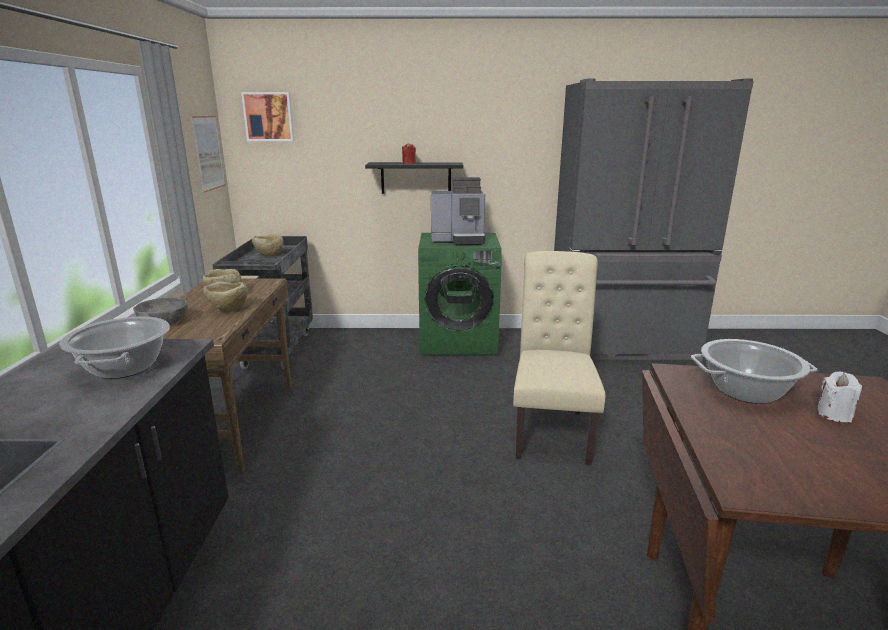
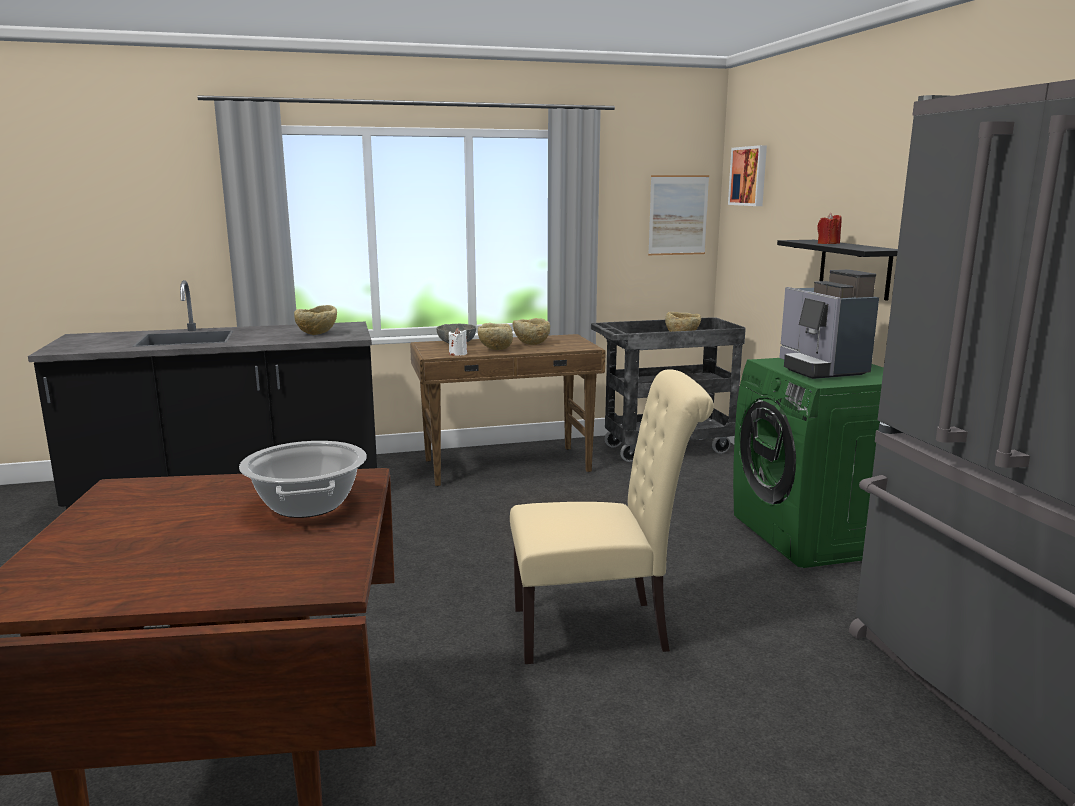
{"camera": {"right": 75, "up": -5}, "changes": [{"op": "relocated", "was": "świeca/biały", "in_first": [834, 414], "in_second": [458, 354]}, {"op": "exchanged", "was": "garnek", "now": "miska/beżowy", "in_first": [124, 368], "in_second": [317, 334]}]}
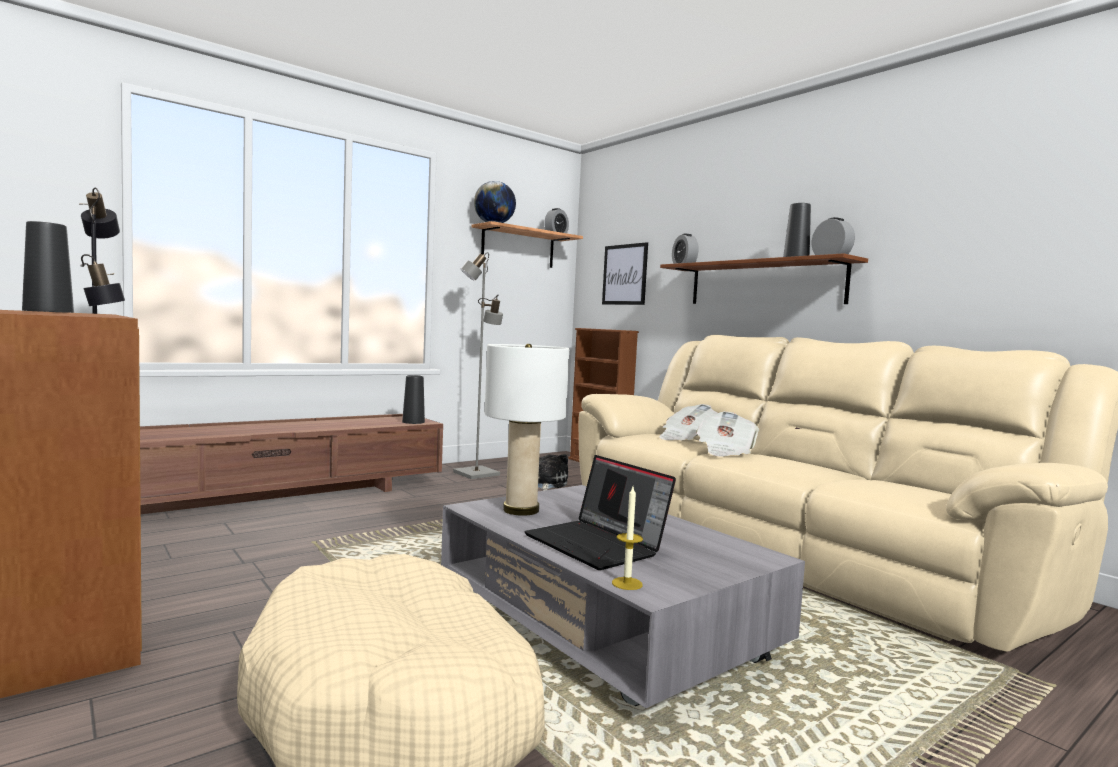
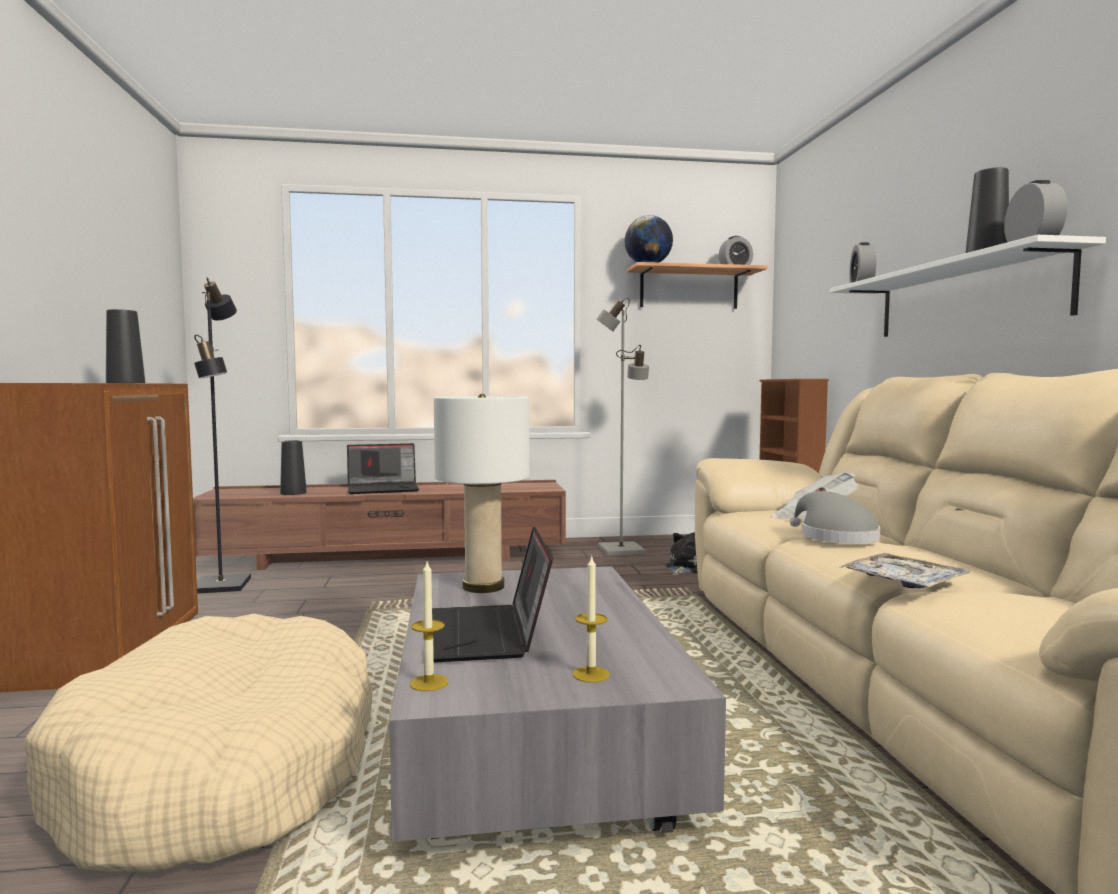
{"camera": {"right": 30, "up": 0}, "changes": [{"op": "missing", "was": "obraz", "in_first": [624, 274]}, {"op": "appeared", "now": "laptop", "in_second": [384, 489]}, {"op": "appeared", "now": "świeca", "in_second": [591, 674]}, {"op": "appeared", "now": "taca", "in_second": [904, 582]}, {"op": "relocated", "was": "wazon/czarny", "in_first": [413, 422], "in_second": [293, 493]}, {"op": "exchanged", "was": "gazeta", "now": "kapelusz/szary", "in_first": [725, 451], "in_second": [833, 537]}, {"op": "colour", "was": "półka/brązowy", "now": "półka/biały", "in_first": [764, 283], "in_second": [965, 298]}]}
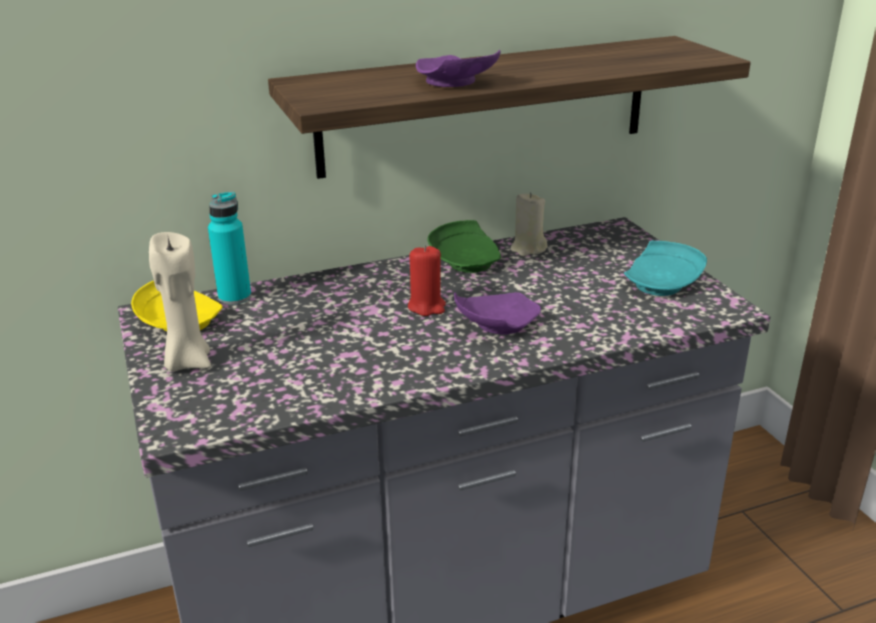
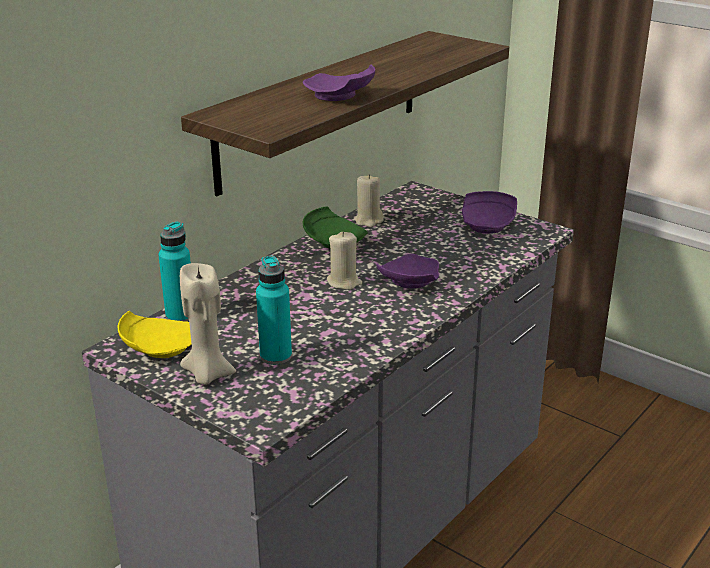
{"camera": {"right": -30, "up": 0}, "changes": [{"op": "appeared", "now": "butelka/turkusowy", "in_second": [276, 356]}, {"op": "colour", "was": "świeca/czerwony", "now": "świeca/beżowy", "in_first": [427, 306], "in_second": [344, 282]}, {"op": "colour", "was": "talerz/turkusowy", "now": "talerz/fioletowy", "in_first": [662, 284], "in_second": [488, 224]}]}
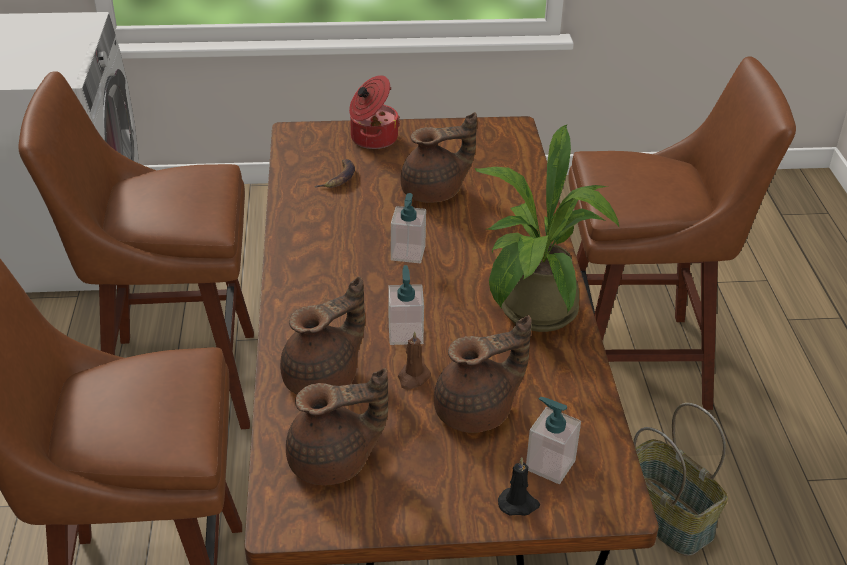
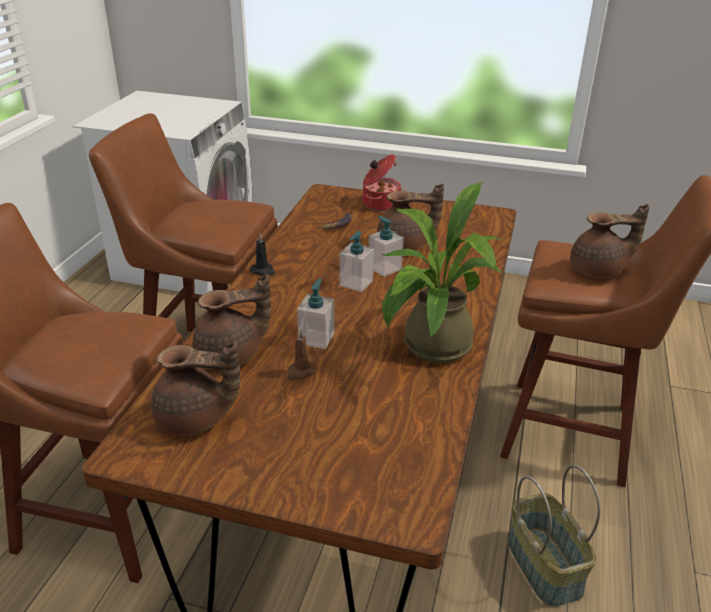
{"camera": {"right": 20, "up": -5}, "changes": [{"op": "relocated", "was": "imbryk/brązowy", "in_first": [477, 412], "in_second": [598, 270]}, {"op": "relocated", "was": "świeca/czarny", "in_first": [518, 504], "in_second": [263, 271]}, {"op": "relocated", "was": "dozownik mydła", "in_first": [550, 465], "in_second": [384, 268]}]}
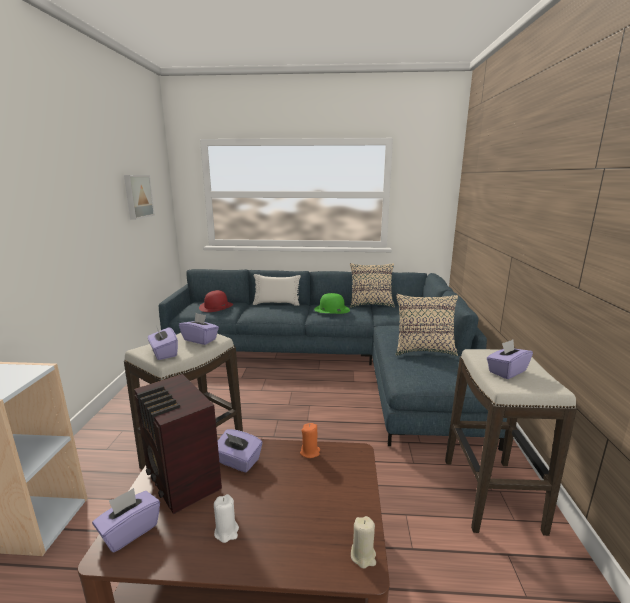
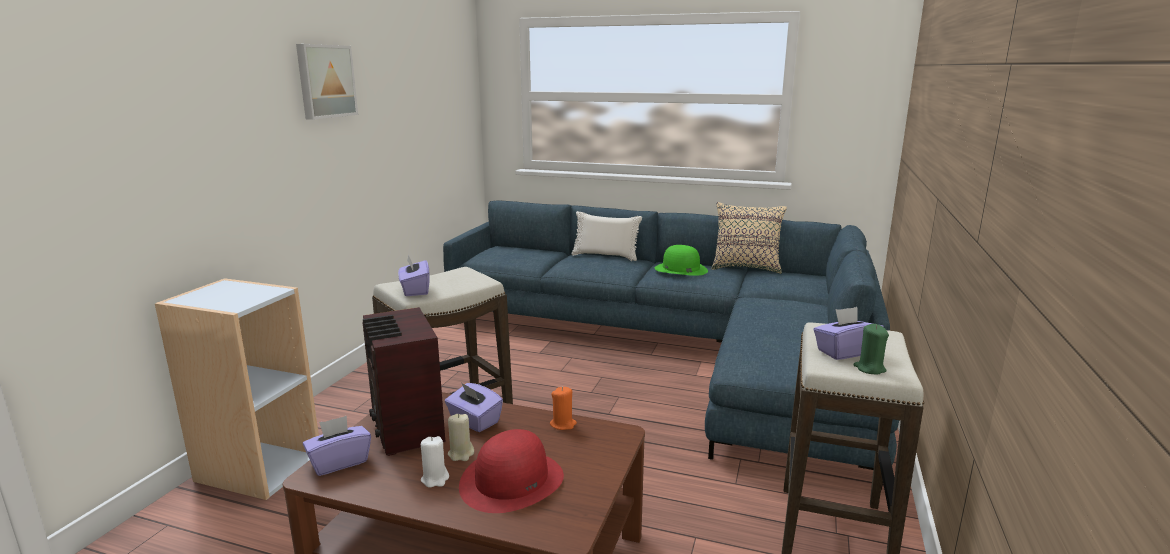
{"camera": {"right": 15, "up": 0}, "changes": [{"op": "missing", "was": "pudełko chusteczek/fioletowy", "in_first": [200, 339]}, {"op": "missing", "was": "poduszka/beżowy", "in_first": [424, 351]}, {"op": "appeared", "now": "świeca/zielony", "in_second": [869, 368]}, {"op": "relocated", "was": "obraz", "in_first": [137, 196], "in_second": [325, 81]}, {"op": "relocated", "was": "kapelusz/czerwony", "in_first": [216, 306], "in_second": [512, 480]}, {"op": "relocated", "was": "świeca/beżowy", "in_first": [363, 555], "in_second": [461, 454]}]}
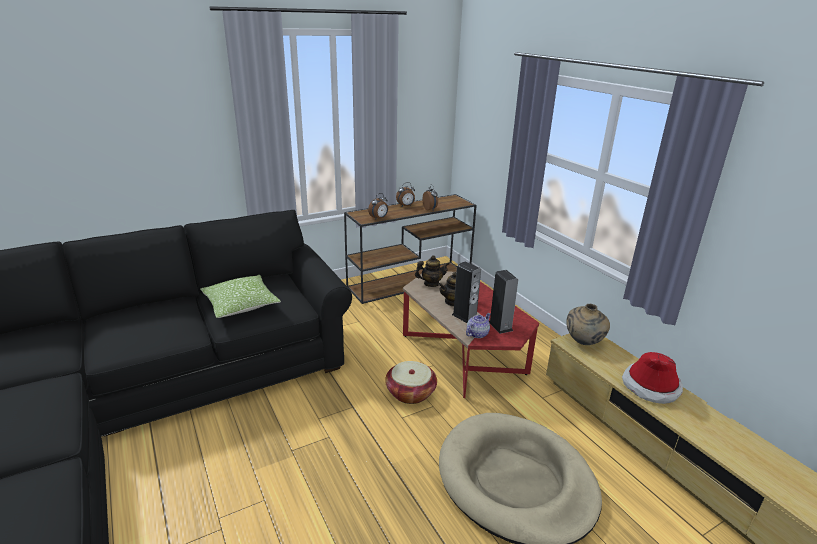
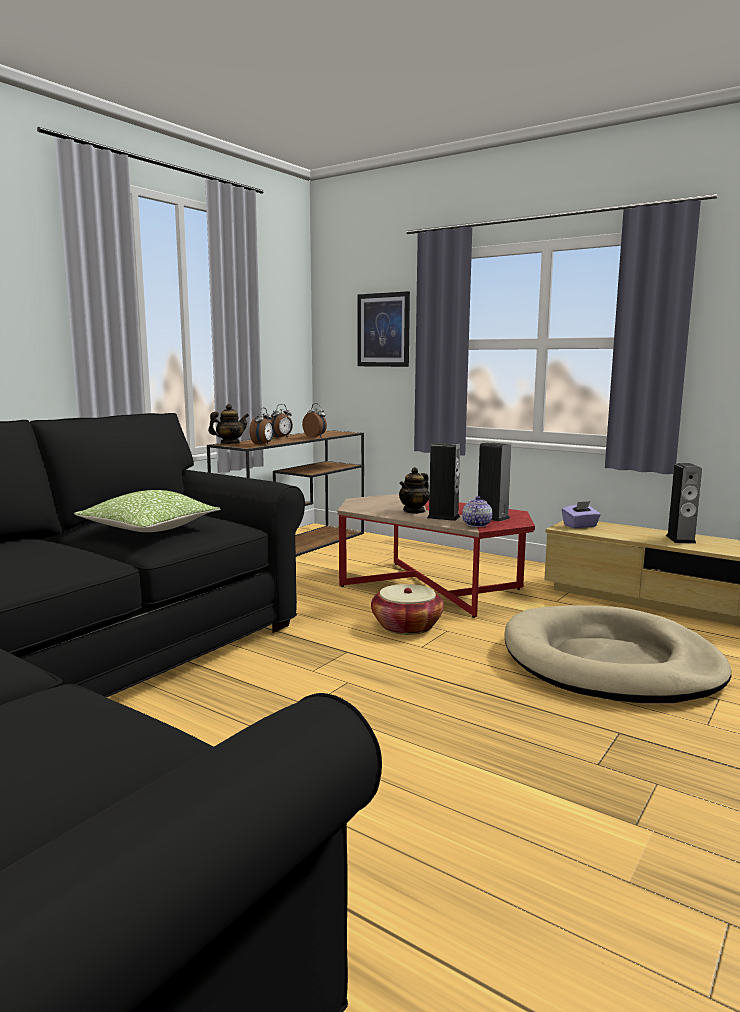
{"camera": {"right": -25, "up": -15}, "changes": [{"op": "appeared", "now": "obraz", "in_second": [383, 330]}, {"op": "relocated", "was": "imbryk", "in_first": [431, 284], "in_second": [229, 443]}, {"op": "exchanged", "was": "wazon/beżowy", "now": "pudełko chusteczek/fioletowy", "in_first": [583, 343], "in_second": [580, 526]}, {"op": "exchanged", "was": "kapelusz", "now": "głośnik", "in_first": [650, 386], "in_second": [680, 539]}]}
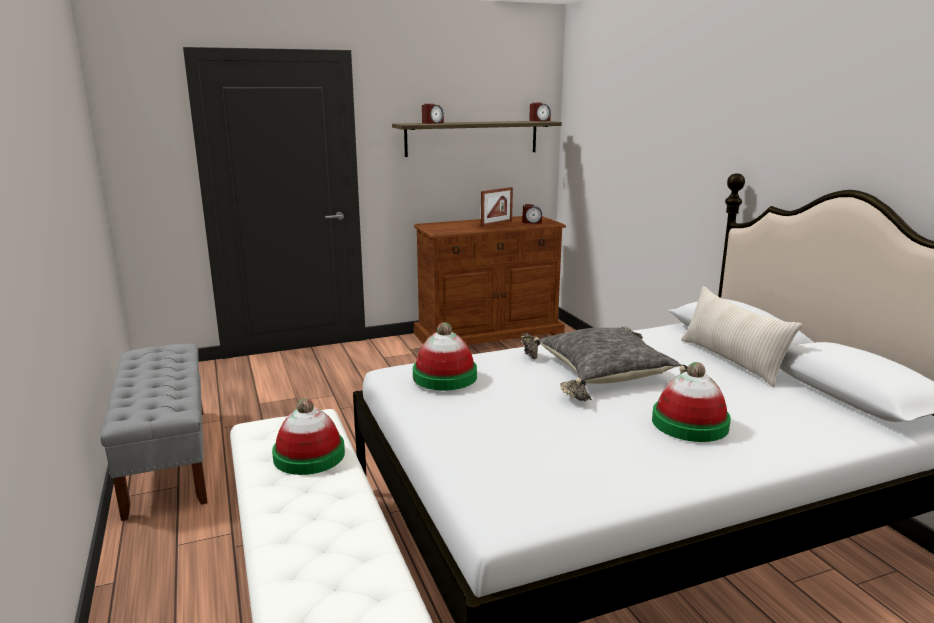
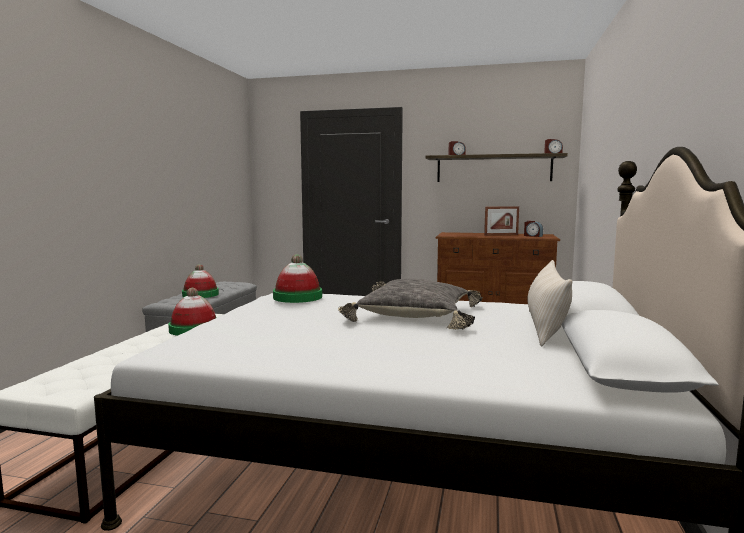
{"camera": {"right": 35, "up": -10}, "changes": [{"op": "relocated", "was": "kapelusz", "in_first": [690, 423], "in_second": [200, 294]}]}
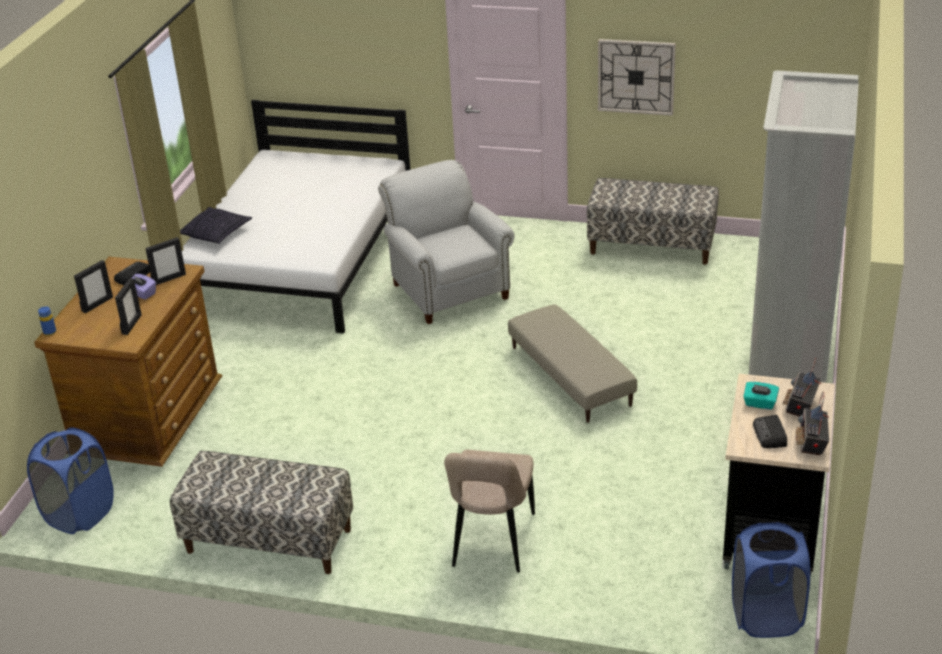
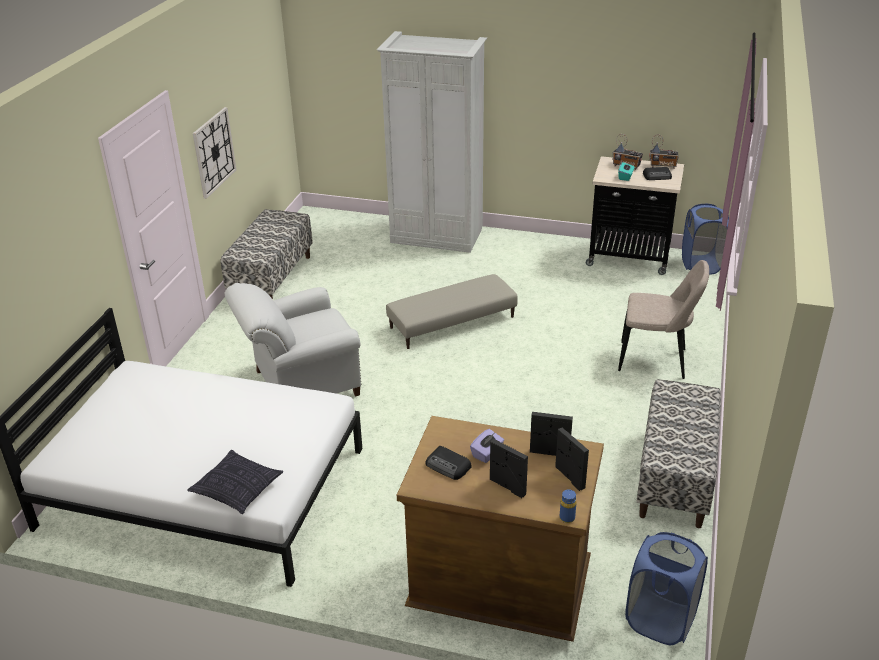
{"camera": {"right": -90, "up": 0}, "changes": [{"op": "relocated", "was": "ramka na zdjęcie", "in_first": [169, 278], "in_second": [569, 477]}]}
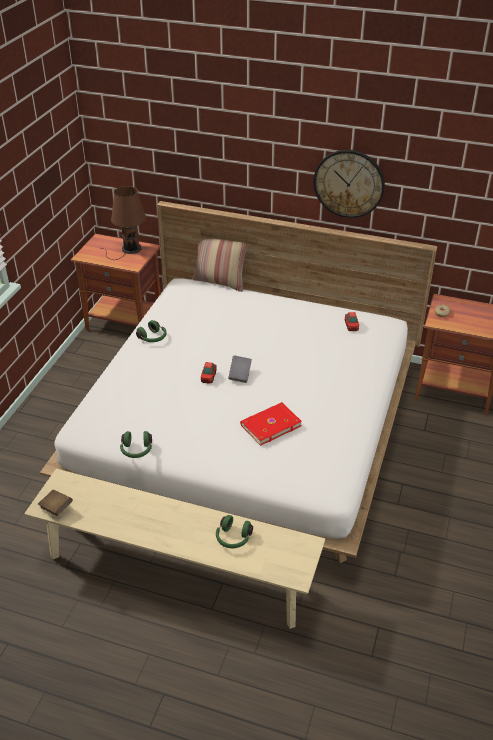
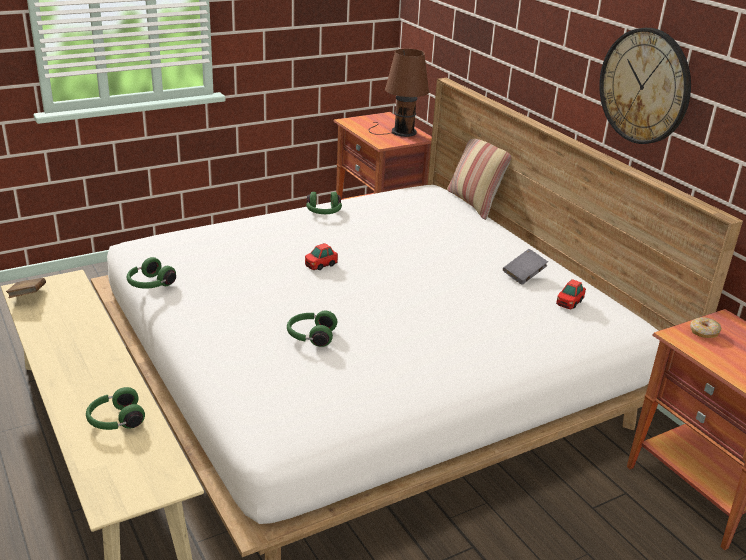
{"camera": {"right": 40, "up": -10}, "changes": [{"op": "relocated", "was": "książka/szary", "in_first": [240, 374], "in_second": [524, 275]}, {"op": "exchanged", "was": "książka/czerwony", "now": "słuchawki/zielony", "in_first": [270, 425], "in_second": [310, 336]}]}
